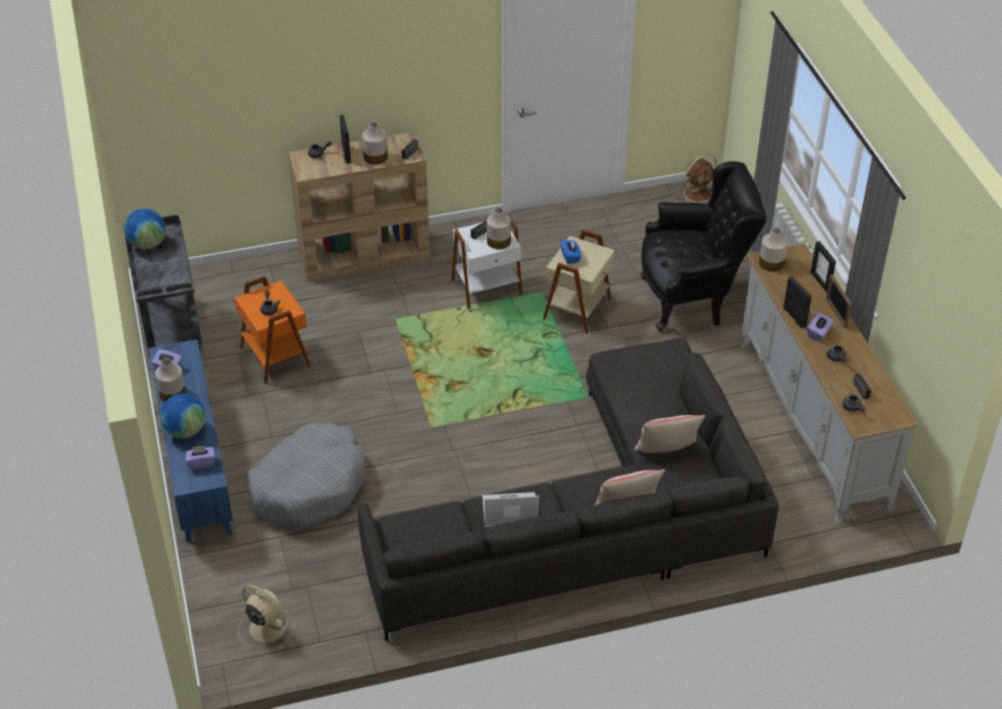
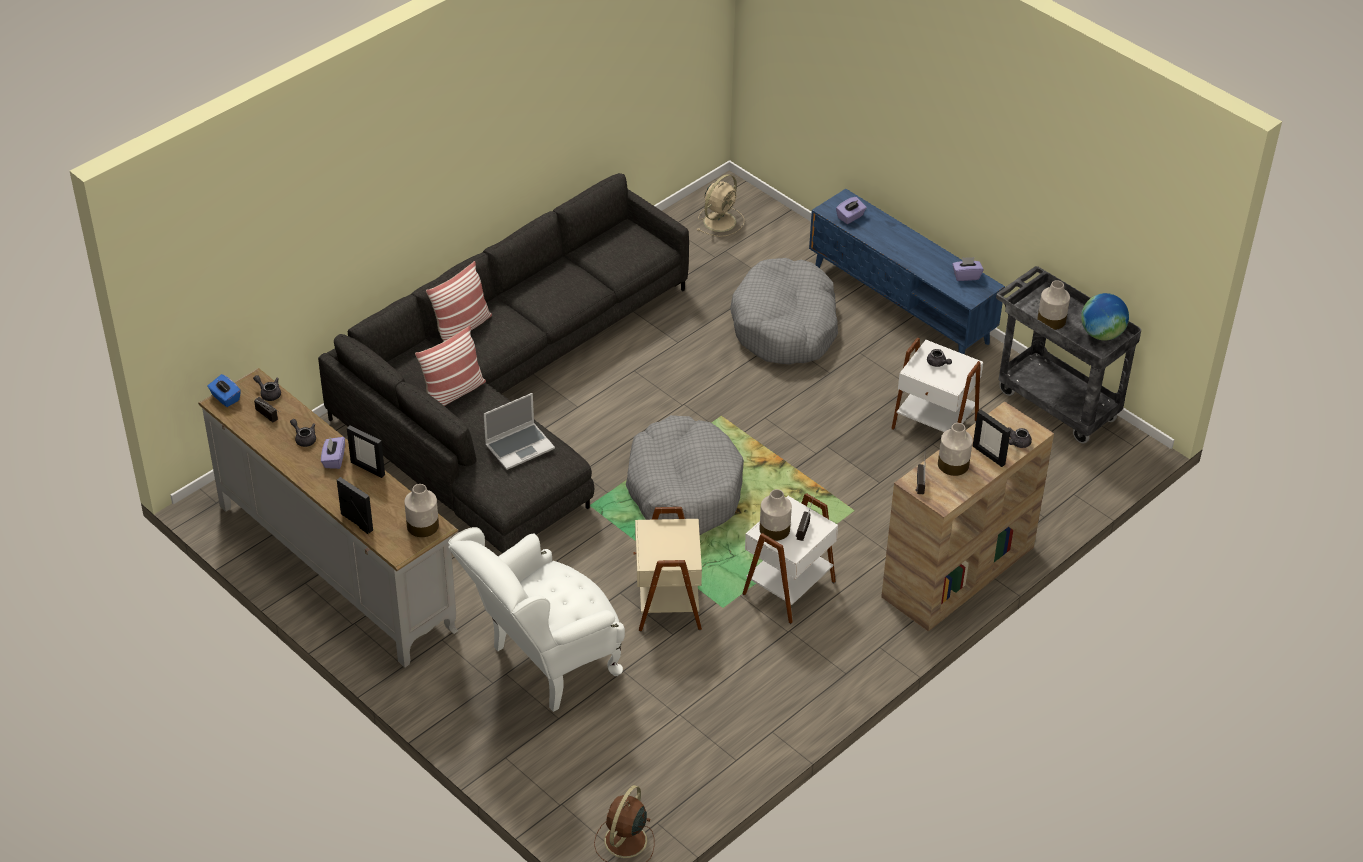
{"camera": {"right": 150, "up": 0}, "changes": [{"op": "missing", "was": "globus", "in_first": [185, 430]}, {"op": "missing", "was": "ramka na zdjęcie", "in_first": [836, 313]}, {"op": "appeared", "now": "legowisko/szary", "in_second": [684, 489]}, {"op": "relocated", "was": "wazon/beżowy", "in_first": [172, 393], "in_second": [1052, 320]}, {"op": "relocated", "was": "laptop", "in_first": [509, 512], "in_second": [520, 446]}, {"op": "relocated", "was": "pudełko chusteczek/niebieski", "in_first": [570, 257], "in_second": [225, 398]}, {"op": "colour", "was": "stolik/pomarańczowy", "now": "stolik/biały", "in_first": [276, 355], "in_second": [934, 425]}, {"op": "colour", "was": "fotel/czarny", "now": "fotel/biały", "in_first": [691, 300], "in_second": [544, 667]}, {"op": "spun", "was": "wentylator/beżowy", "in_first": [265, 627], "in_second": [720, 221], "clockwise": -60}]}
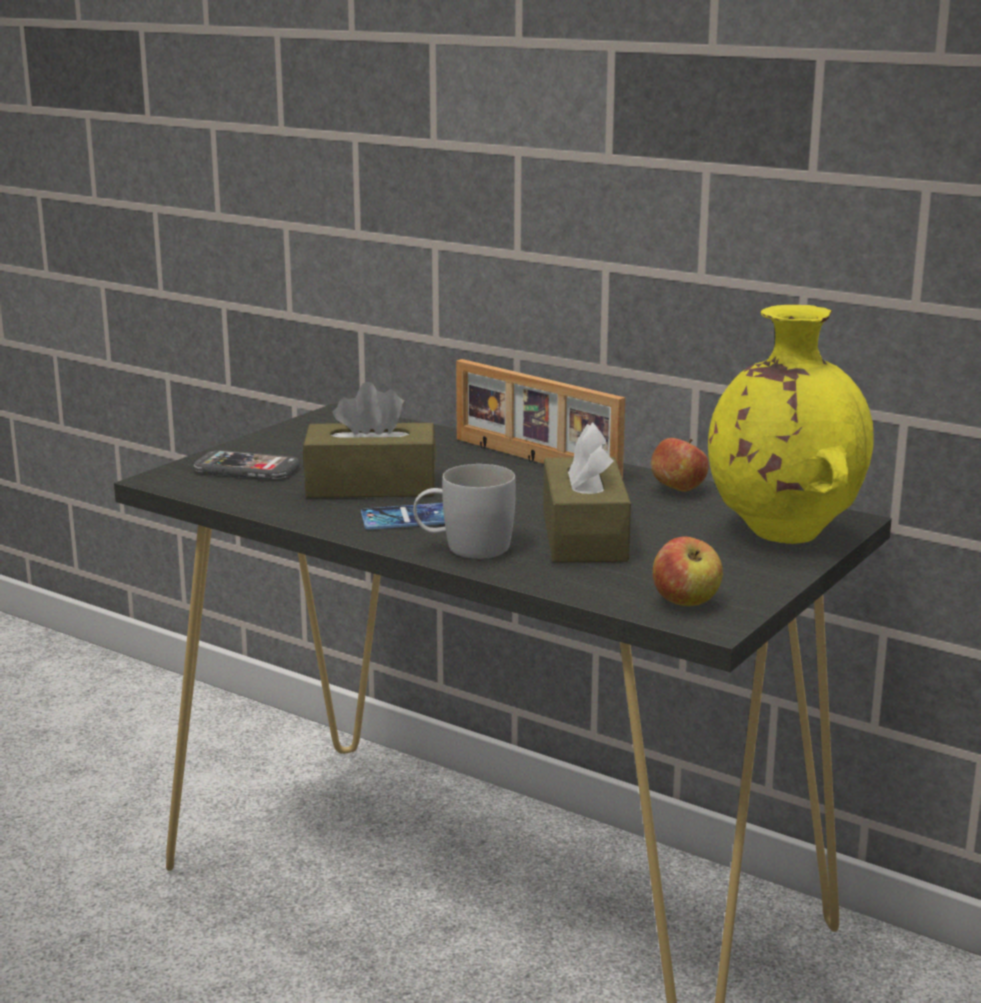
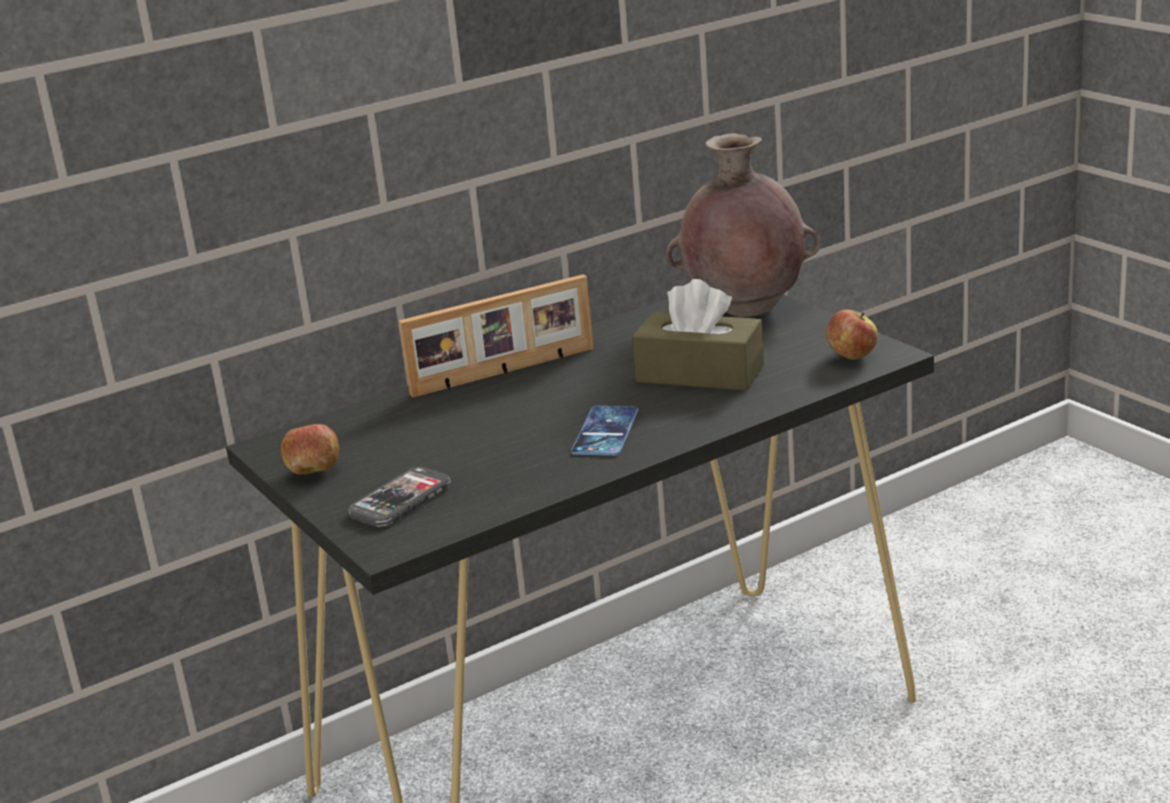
{"camera": {"right": -65, "up": 5}, "changes": [{"op": "missing", "was": "pudełko chusteczek/brązowy", "in_first": [371, 486]}, {"op": "missing", "was": "kubek/biały", "in_first": [464, 548]}, {"op": "relocated", "was": "jabłko", "in_first": [678, 490], "in_second": [314, 473]}, {"op": "colour", "was": "wazon/żółty", "now": "wazon/brązowy", "in_first": [782, 534], "in_second": [745, 310]}]}
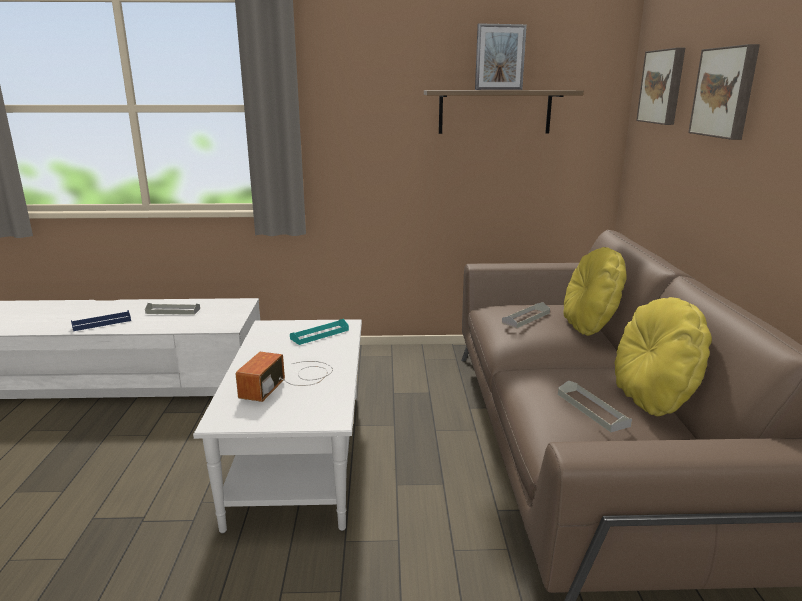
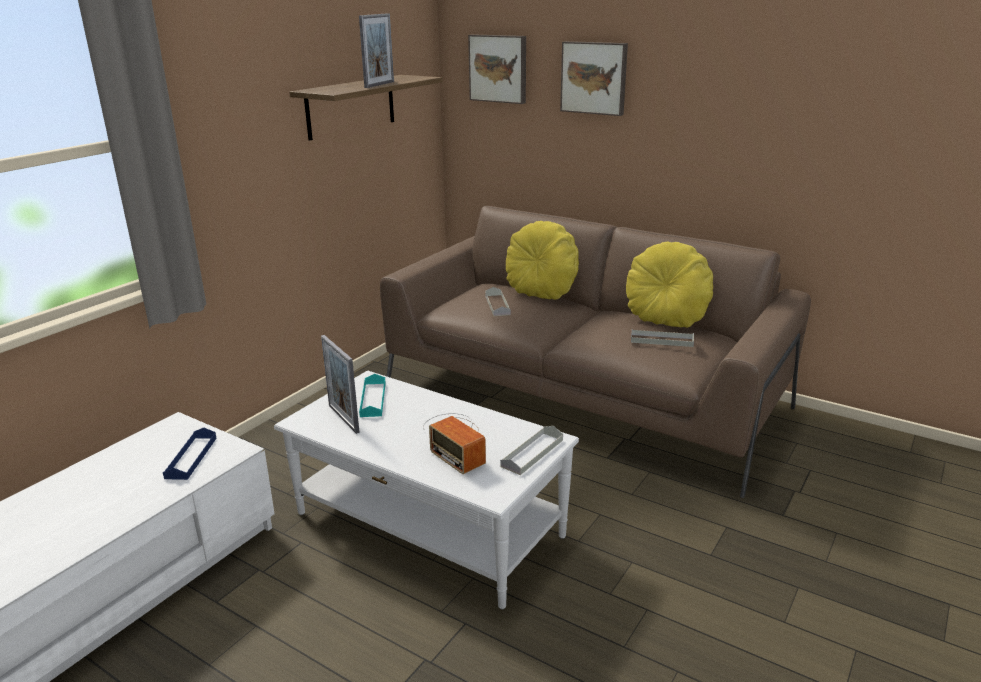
{"camera": {"right": -55, "up": 5}, "changes": [{"op": "appeared", "now": "ramka na zdjęcie", "in_second": [343, 419]}, {"op": "relocated", "was": "taca/niebieski", "in_first": [101, 323], "in_second": [191, 457]}, {"op": "relocated", "was": "taca/szary", "in_first": [173, 311], "in_second": [532, 453]}]}
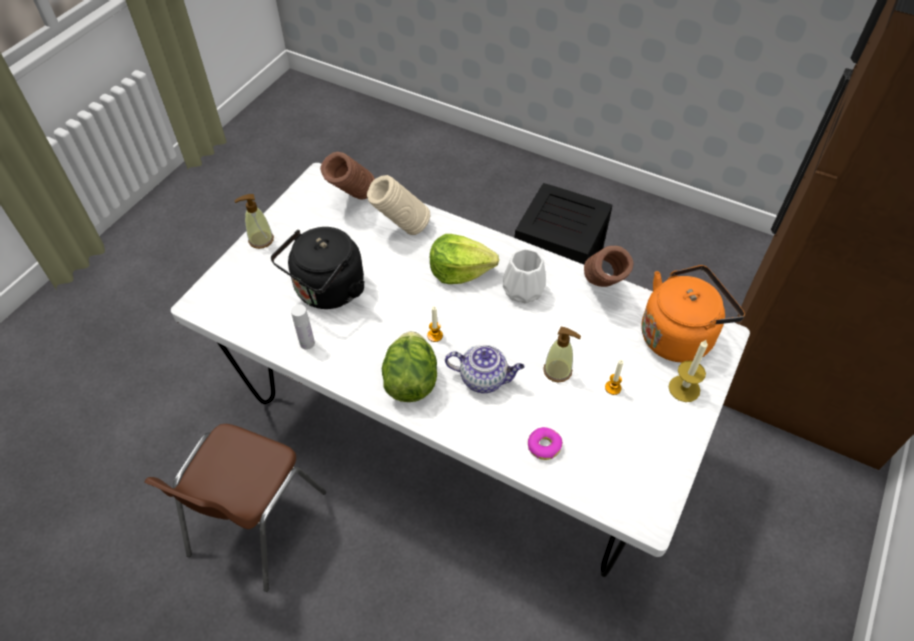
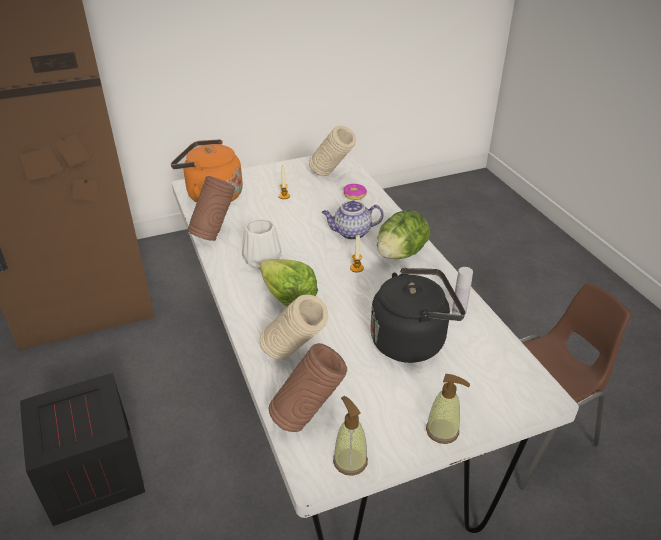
{"camera": {"right": -140, "up": -15}, "changes": [{"op": "missing", "was": "świeca", "in_first": [684, 388]}, {"op": "appeared", "now": "wazon/beżowy", "in_second": [332, 175]}, {"op": "relocated", "was": "dozownik mydła", "in_first": [558, 371], "in_second": [350, 461]}, {"op": "spun", "was": "imbryk", "in_first": [484, 378], "in_second": [351, 233], "clockwise": -60}]}
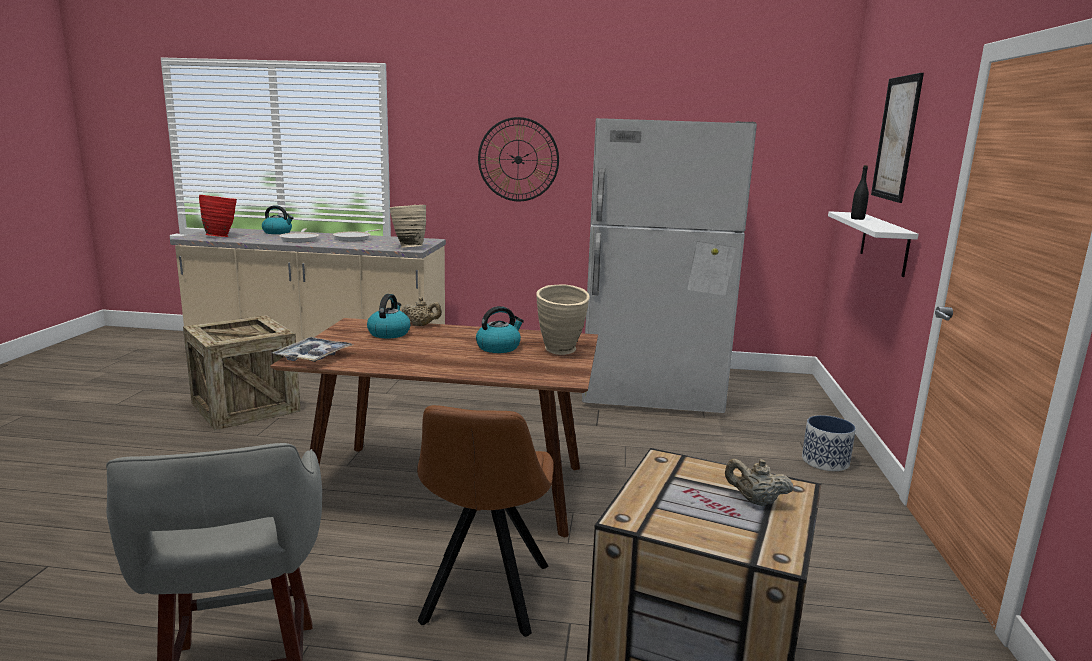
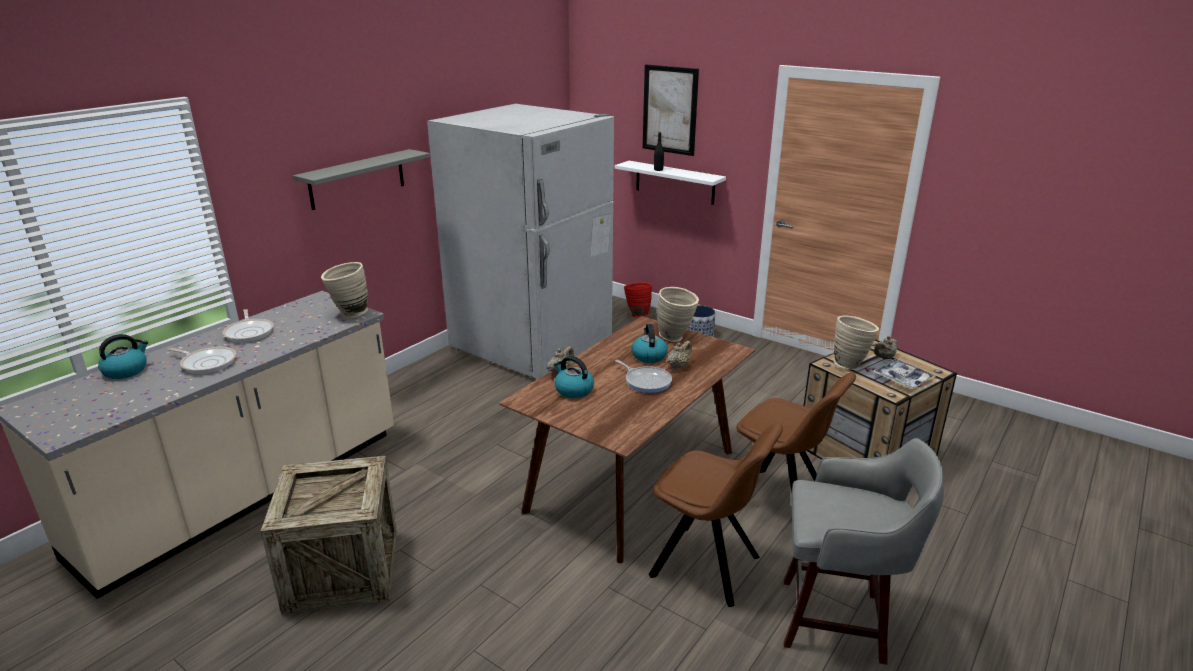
{"camera": {"right": -60, "up": 10}, "changes": [{"op": "appeared", "now": "patelnia", "in_second": [646, 381]}, {"op": "appeared", "now": "krzesło/brązowy", "in_second": [706, 566]}, {"op": "appeared", "now": "imbryk/beżowy", "in_second": [678, 366]}, {"op": "appeared", "now": "wazon/beżowy", "in_second": [850, 365]}, {"op": "relocated", "was": "wazon/czerwony", "in_first": [221, 236], "in_second": [637, 315]}, {"op": "relocated", "was": "taca", "in_first": [313, 356], "in_second": [902, 379]}, {"op": "exchanged", "was": "zegar ścienny", "now": "półka/szary", "in_first": [518, 159], "in_second": [357, 179]}]}
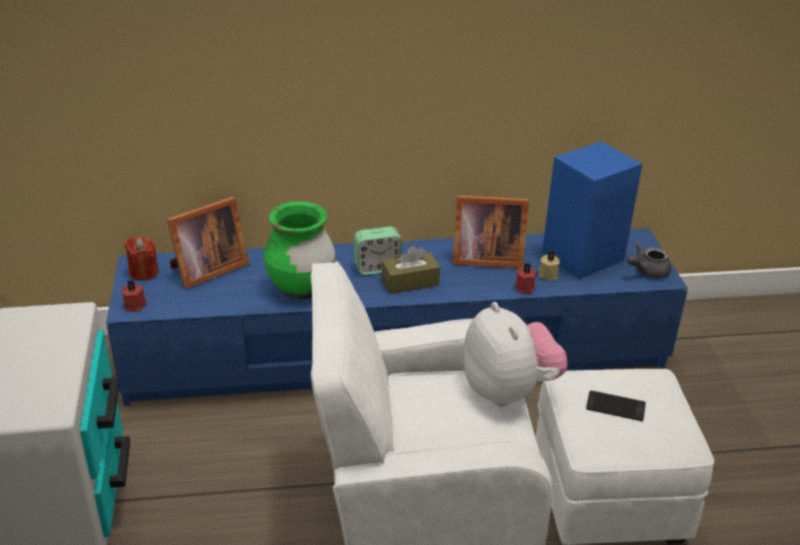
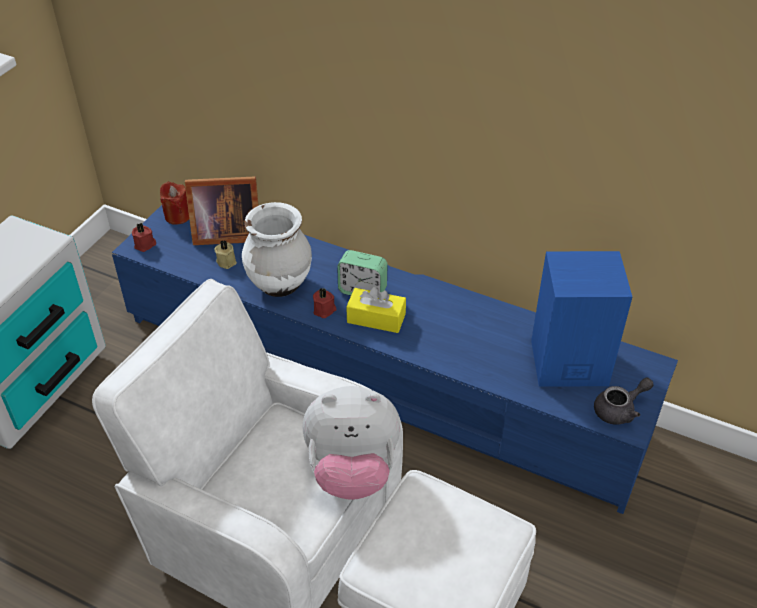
{"camera": {"right": 35, "up": 10}, "changes": [{"op": "missing", "was": "ramka na zdjęcie", "in_first": [484, 257]}, {"op": "missing", "was": "telefon", "in_first": [615, 406]}, {"op": "relocated", "was": "świeca/czerwony", "in_first": [525, 287], "in_second": [325, 310]}, {"op": "relocated", "was": "świeca/beżowy", "in_first": [547, 274], "in_second": [227, 261]}, {"op": "colour", "was": "wazon/zielony", "now": "wazon/biały", "in_first": [301, 289], "in_second": [279, 284]}, {"op": "colour", "was": "pudełko chusteczek/brązowy", "now": "pudełko chusteczek/żółty", "in_first": [410, 282], "in_second": [376, 318]}, {"op": "spun", "was": "pluszak", "in_first": [509, 391], "in_second": [352, 471], "clockwise": 75}, {"op": "spun", "was": "imbryk/szary", "in_first": [647, 271], "in_second": [619, 410], "clockwise": 150}]}
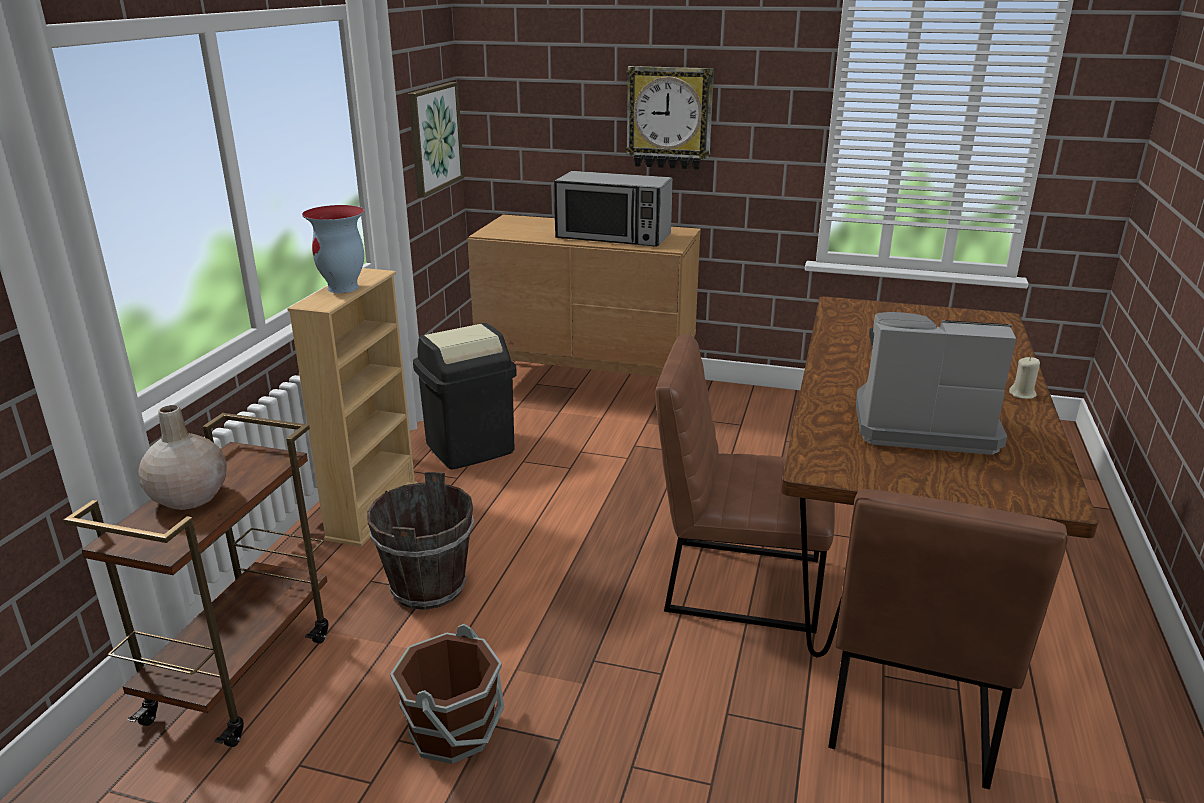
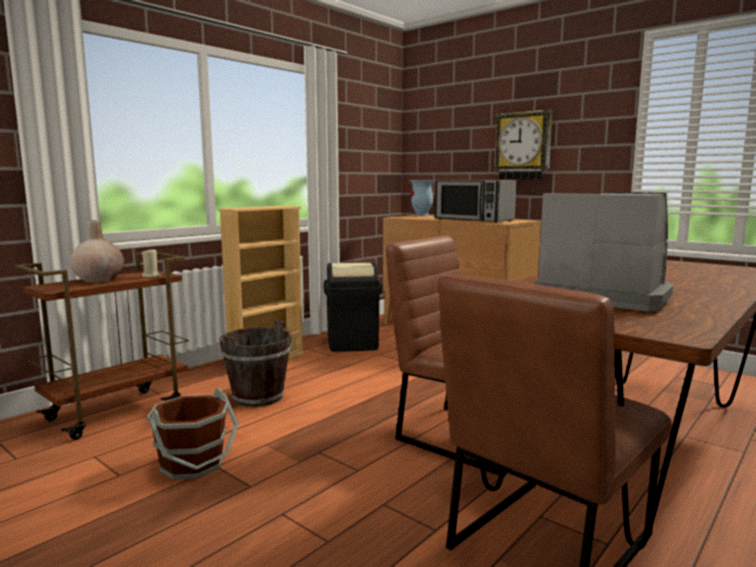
{"camera": {"right": 25, "up": -15}, "changes": [{"op": "missing", "was": "obraz", "in_first": [434, 138]}, {"op": "relocated", "was": "wazon", "in_first": [343, 288], "in_second": [422, 215]}, {"op": "relocated", "was": "świeca/beżowy", "in_first": [1022, 394], "in_second": [151, 276]}]}
